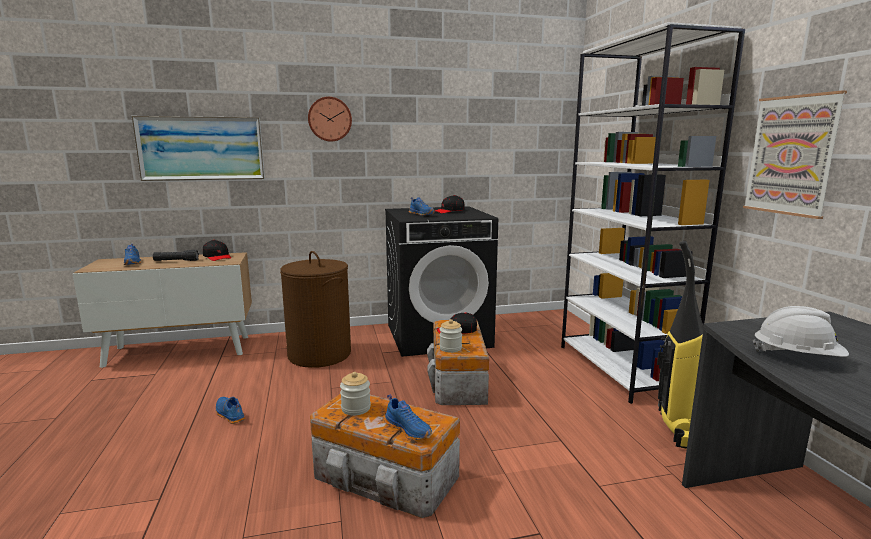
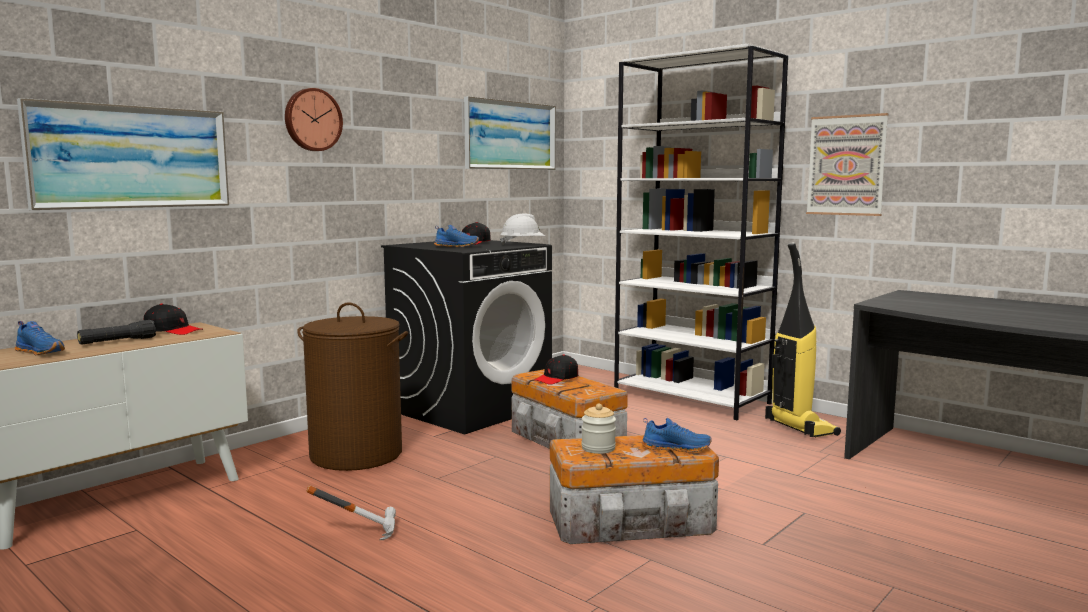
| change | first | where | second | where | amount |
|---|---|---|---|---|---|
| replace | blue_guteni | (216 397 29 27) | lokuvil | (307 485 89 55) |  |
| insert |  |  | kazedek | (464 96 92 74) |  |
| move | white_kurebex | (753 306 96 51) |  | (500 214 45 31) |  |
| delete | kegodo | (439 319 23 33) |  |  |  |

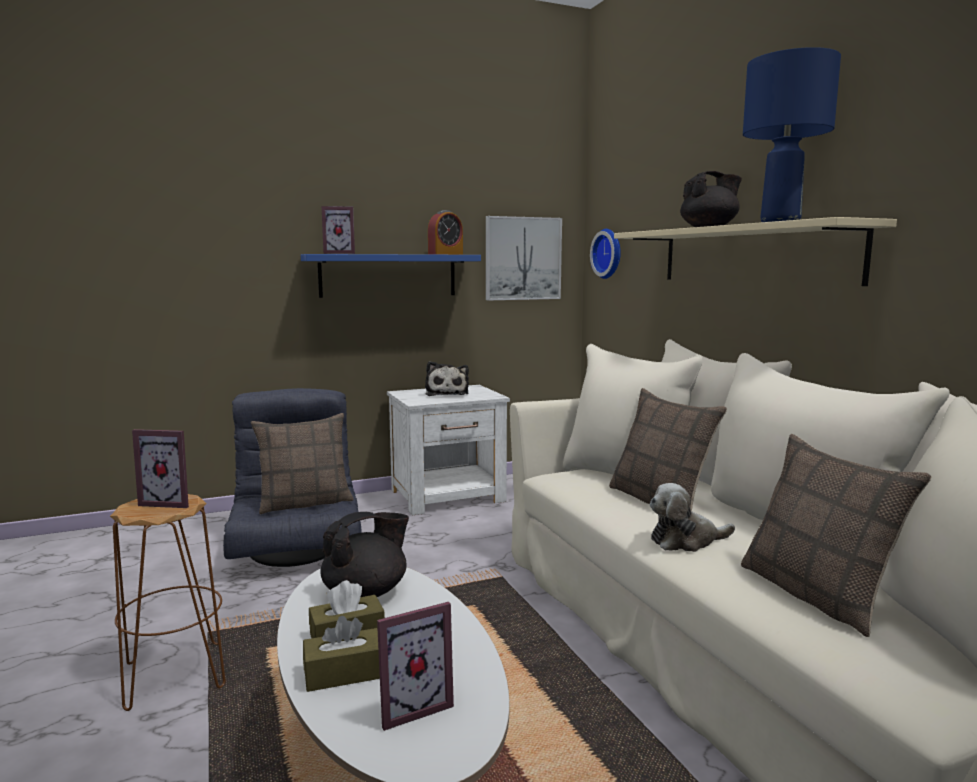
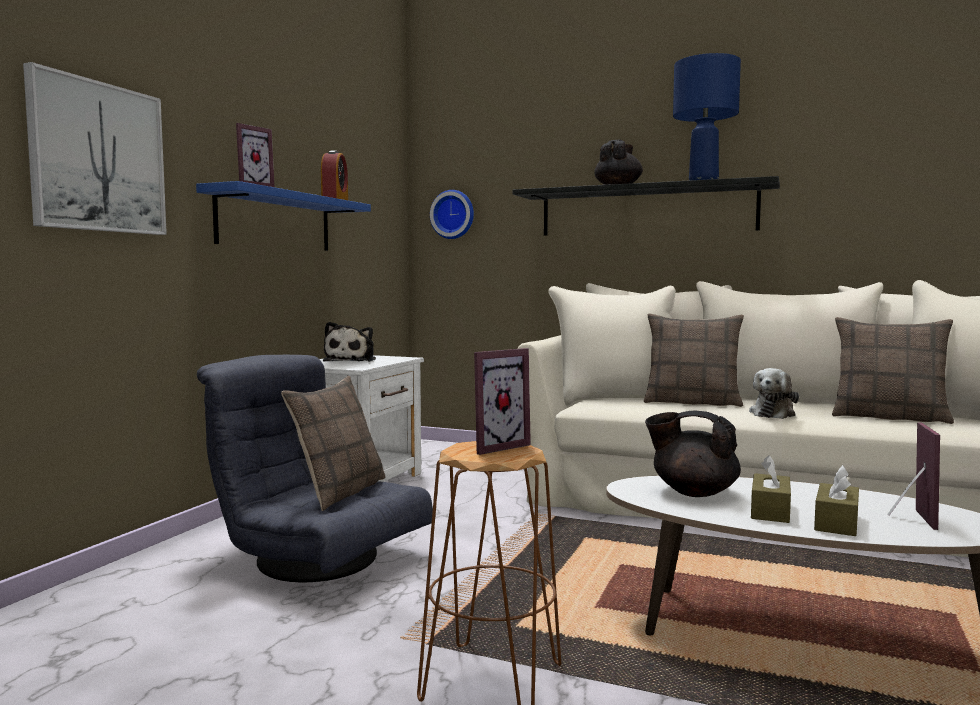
| change | first | where | second | where | amount |
|---|---|---|---|---|---|
| move | kazedek | (486 216 76 85) |  | (23 62 144 173) |  |
| rotate | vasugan | (425 361 44 35) |  | (323 322 53 40) | 60 degrees clockwise |
| recolor | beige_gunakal | (614 217 283 69) | black_gunakal | (513 176 267 60) |  |
| rotate | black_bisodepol | (320 512 89 85) |  | (645 411 96 86) | 75 degrees counterclockwise |

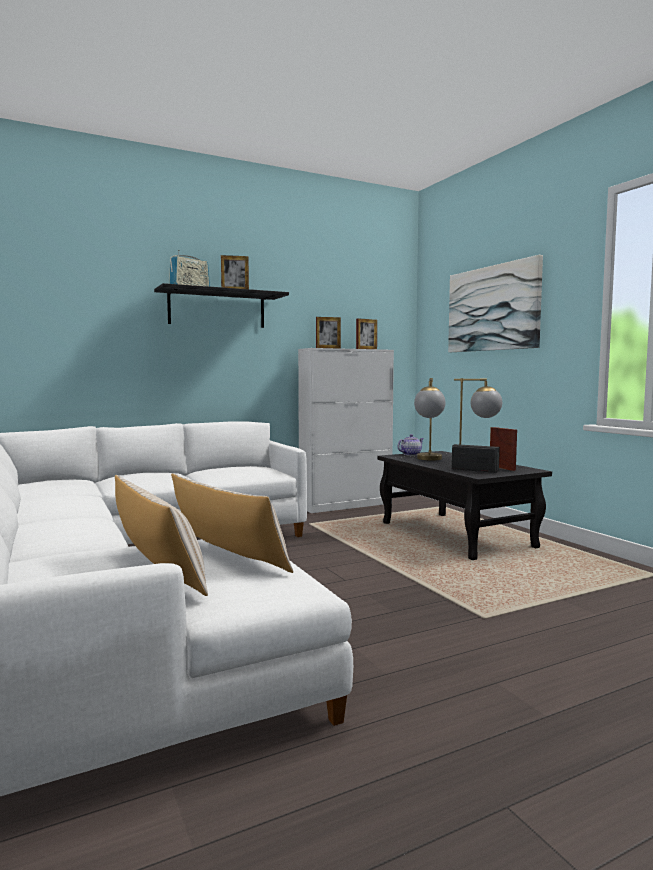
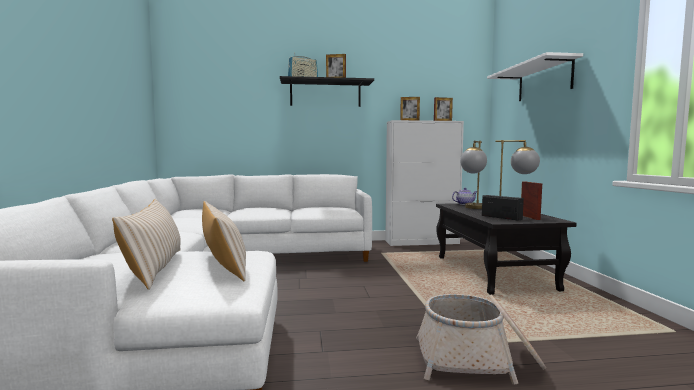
| change | first | where | second | where | amount |
|---|---|---|---|---|---|
| insert |  |  | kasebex | (416 294 130 91) |  |
| replace | kazedek | (448 255 95 97) | white_gunakal | (487 52 96 49) |  |

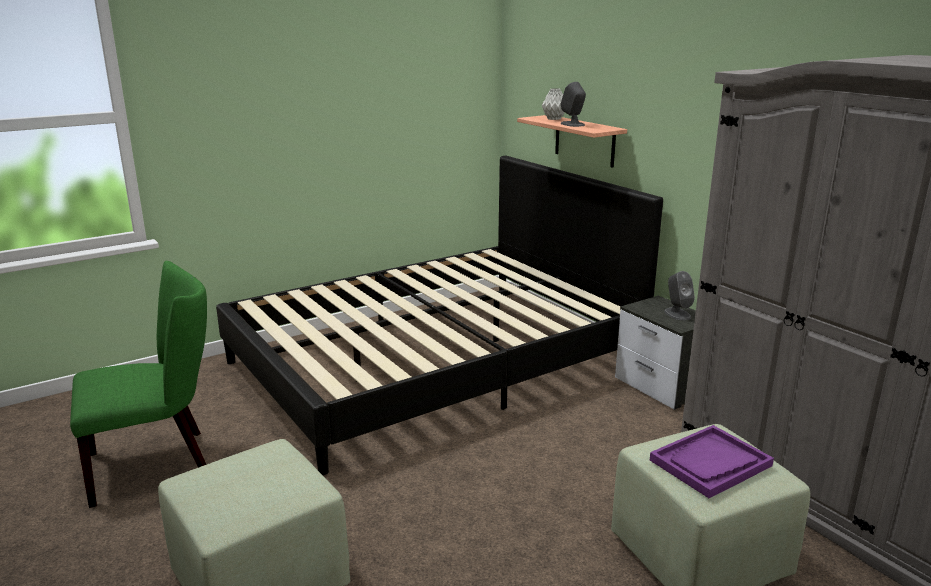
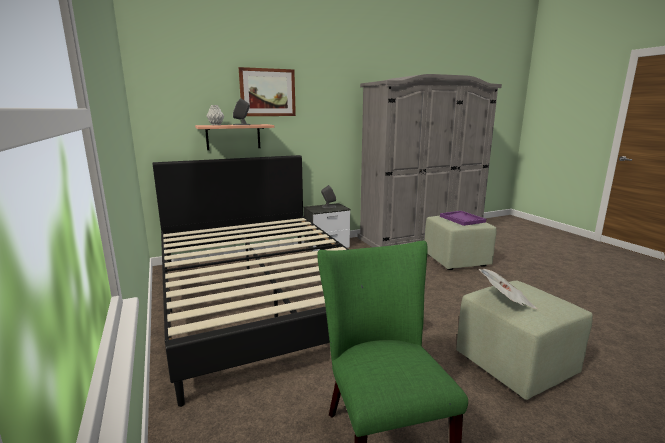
| change | first | where | second | where | amount |
|---|---|---|---|---|---|
| insert |  |  | kazedek | (239 67 57 49) |  |
| insert |  |  | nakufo | (479 269 59 40) |  |

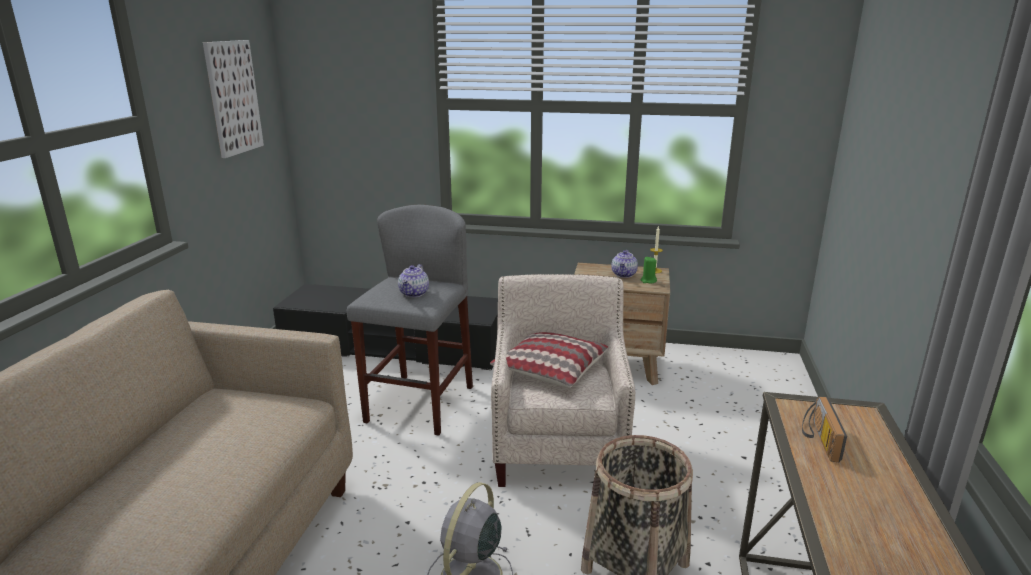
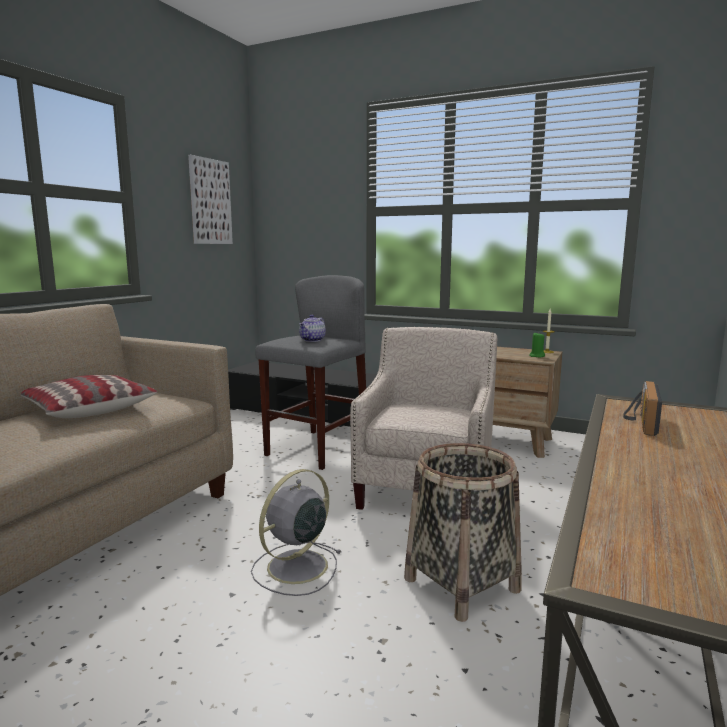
| change | first | where | second | where | amount |
|---|---|---|---|---|---|
| move | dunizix | (490 332 119 56) |  | (21 375 136 43) |  |
| delete | bisodepol | (611 250 27 28) |  |  |  |

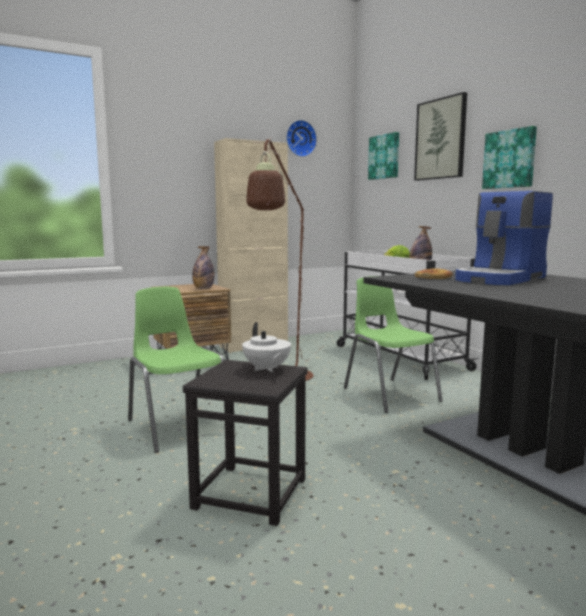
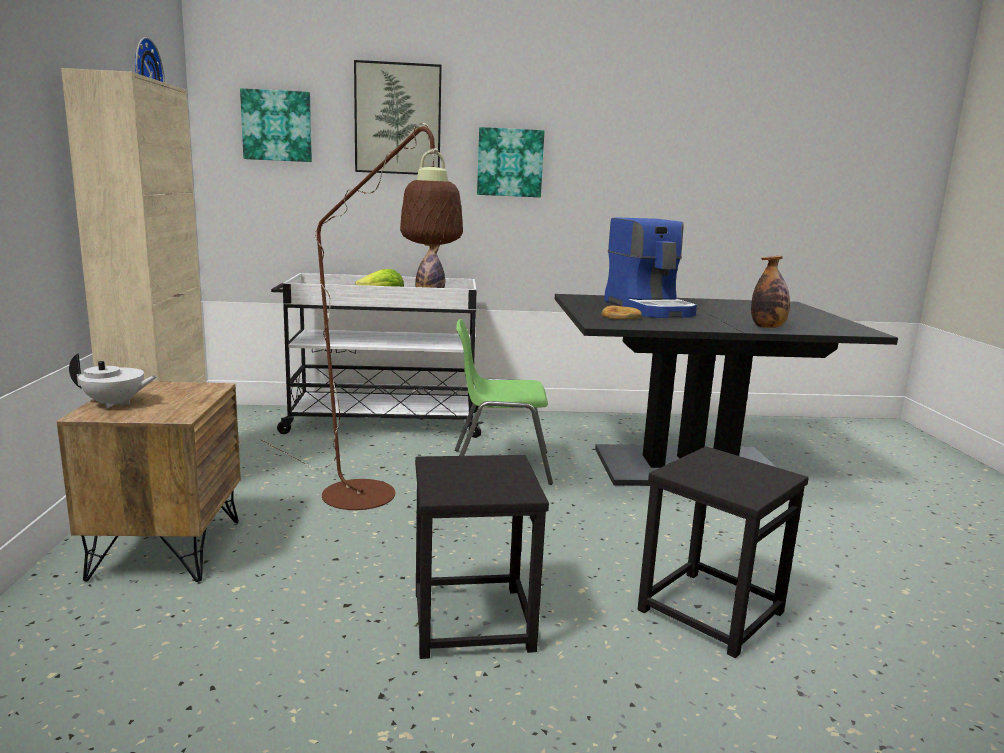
| change | first | where | second | where | amount |
|---|---|---|---|---|---|
| move | white_bisodepol | (242 322 49 50) |  | (69 353 89 56) |  |
| replace | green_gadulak | (128 287 96 166) | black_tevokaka | (415 455 134 204) |  |
| move | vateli | (192 246 22 43) |  | (751 256 39 72) |  |

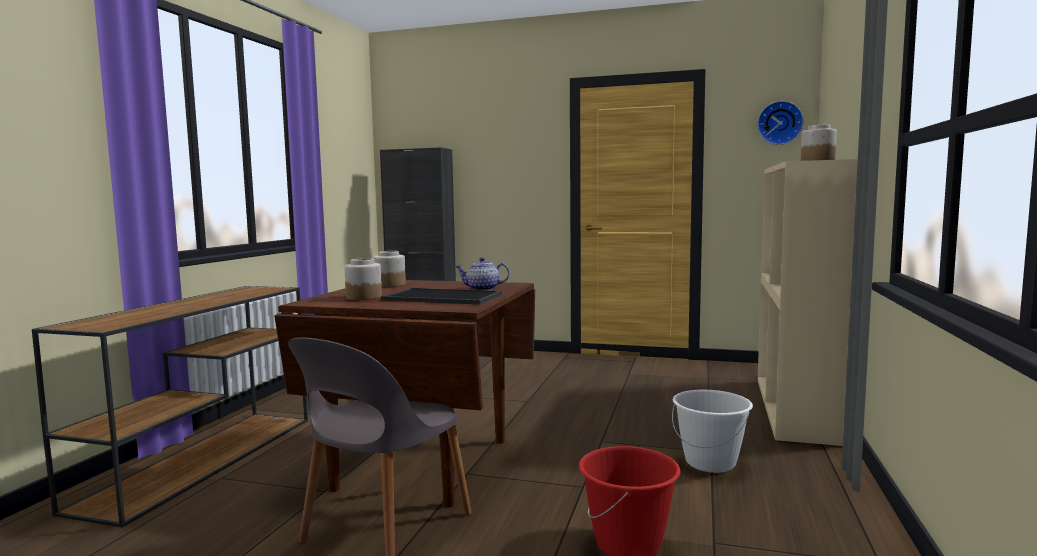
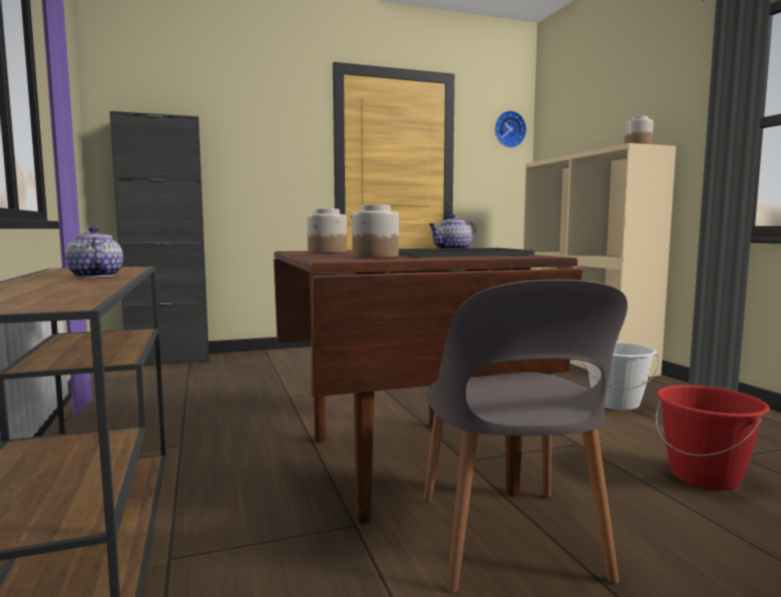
| change | first | where | second | where | amount |
|---|---|---|---|---|---|
| insert |  |  | bisodepol | (65 226 58 52) |  |

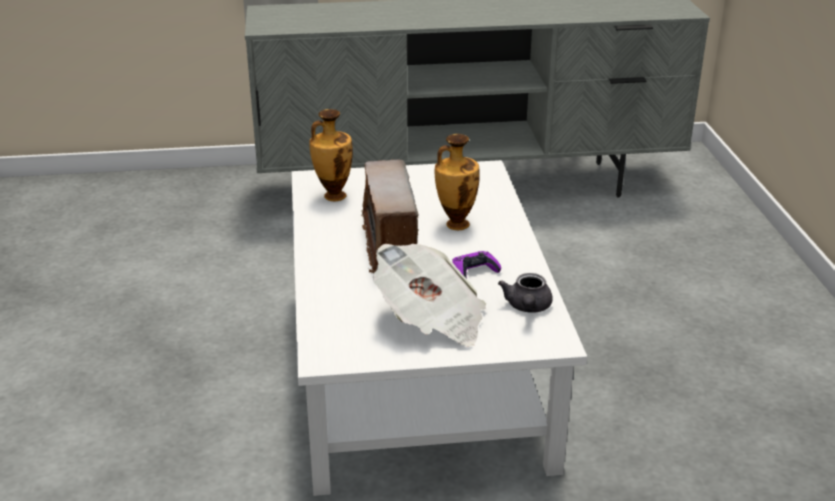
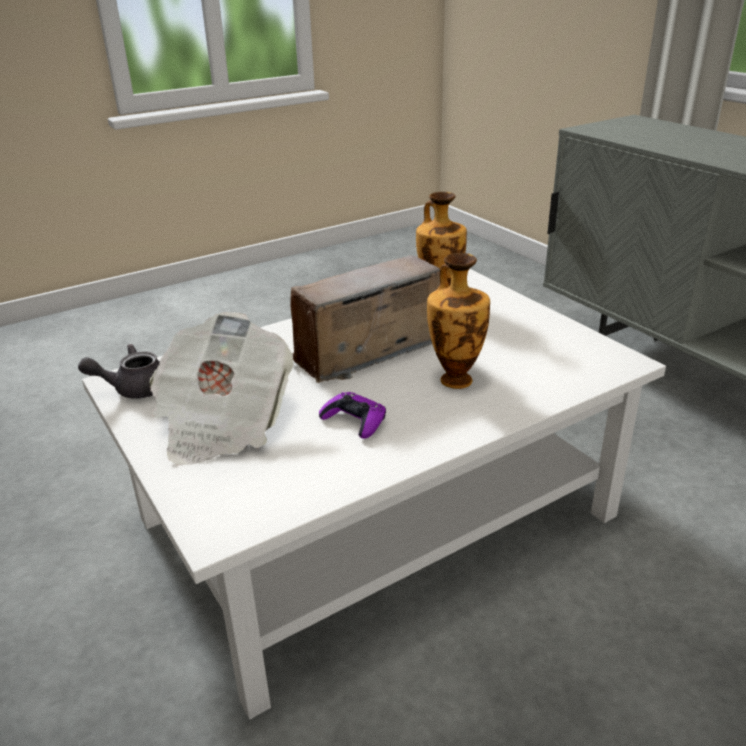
| change | first | where | second | where | amount |
|---|---|---|---|---|---|
| move | grey_bisodepol | (498 273 55 40) |  | (78 344 82 55) |  |

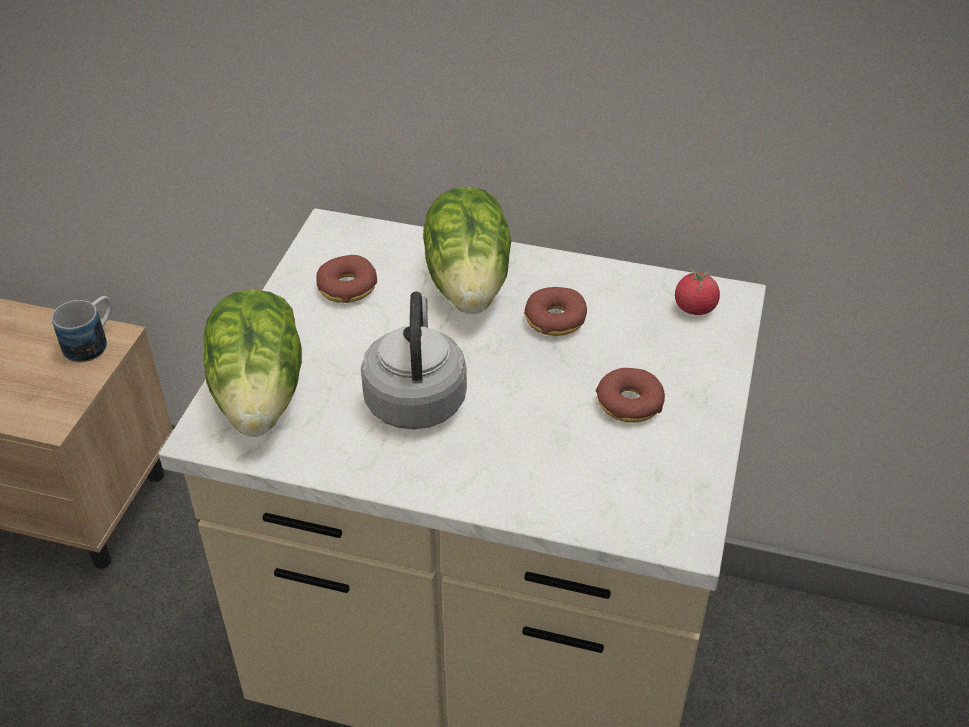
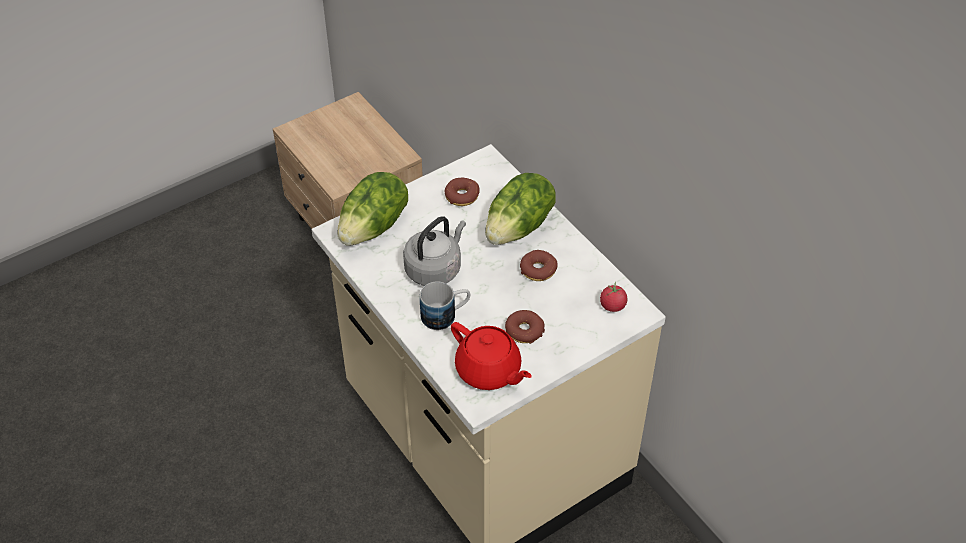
| change | first | where | second | where | amount |
|---|---|---|---|---|---|
| move | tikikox | (52 296 60 66) |  | (420 282 50 48) |  |
| insert |  |  | red_bisodepol | (451 322 81 68) |  |

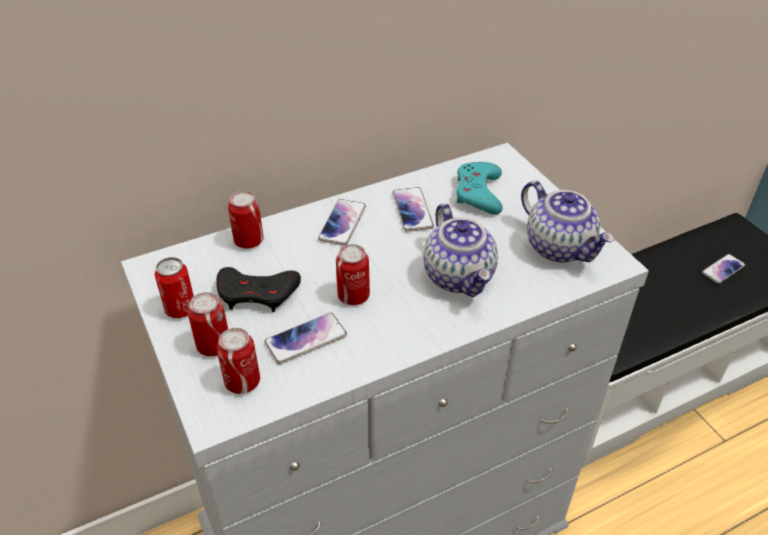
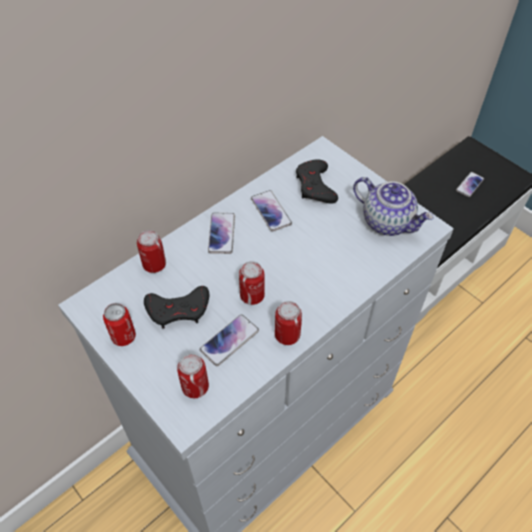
| change | first | where | second | where | amount |
|---|---|---|---|---|---|
| move | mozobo | (188 292 40 64) |  | (275 301 27 44) |  |
| recolor | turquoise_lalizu | (456 162 47 53) | black_lalizu | (296 159 42 45) |  |
| delete | bisodepol | (423 203 75 94) |  |  |  |

